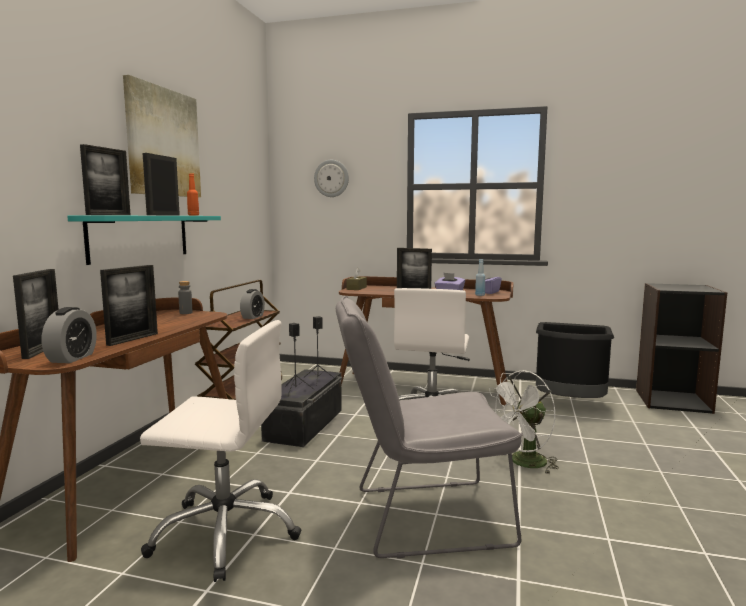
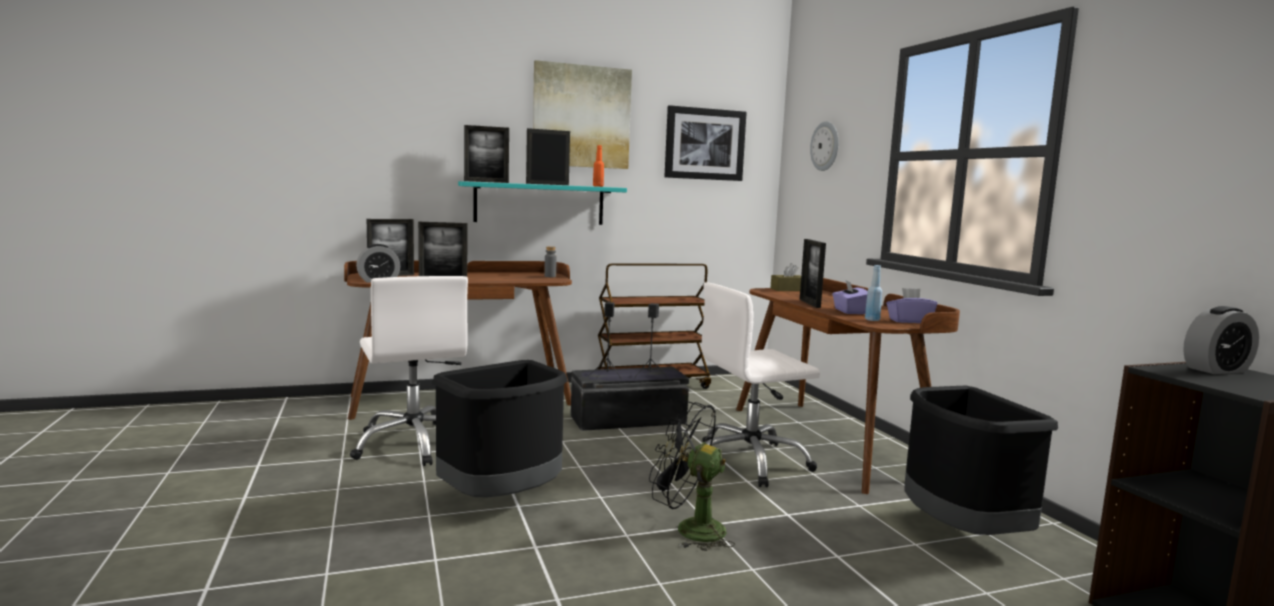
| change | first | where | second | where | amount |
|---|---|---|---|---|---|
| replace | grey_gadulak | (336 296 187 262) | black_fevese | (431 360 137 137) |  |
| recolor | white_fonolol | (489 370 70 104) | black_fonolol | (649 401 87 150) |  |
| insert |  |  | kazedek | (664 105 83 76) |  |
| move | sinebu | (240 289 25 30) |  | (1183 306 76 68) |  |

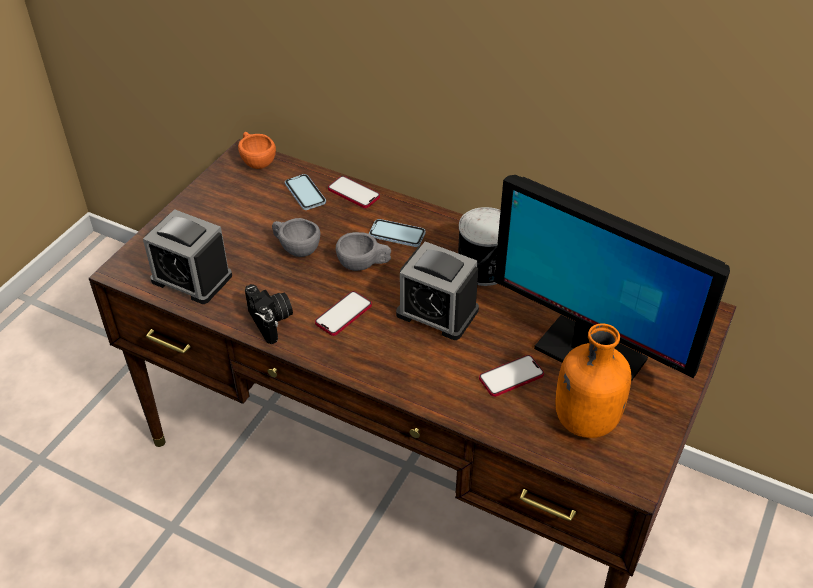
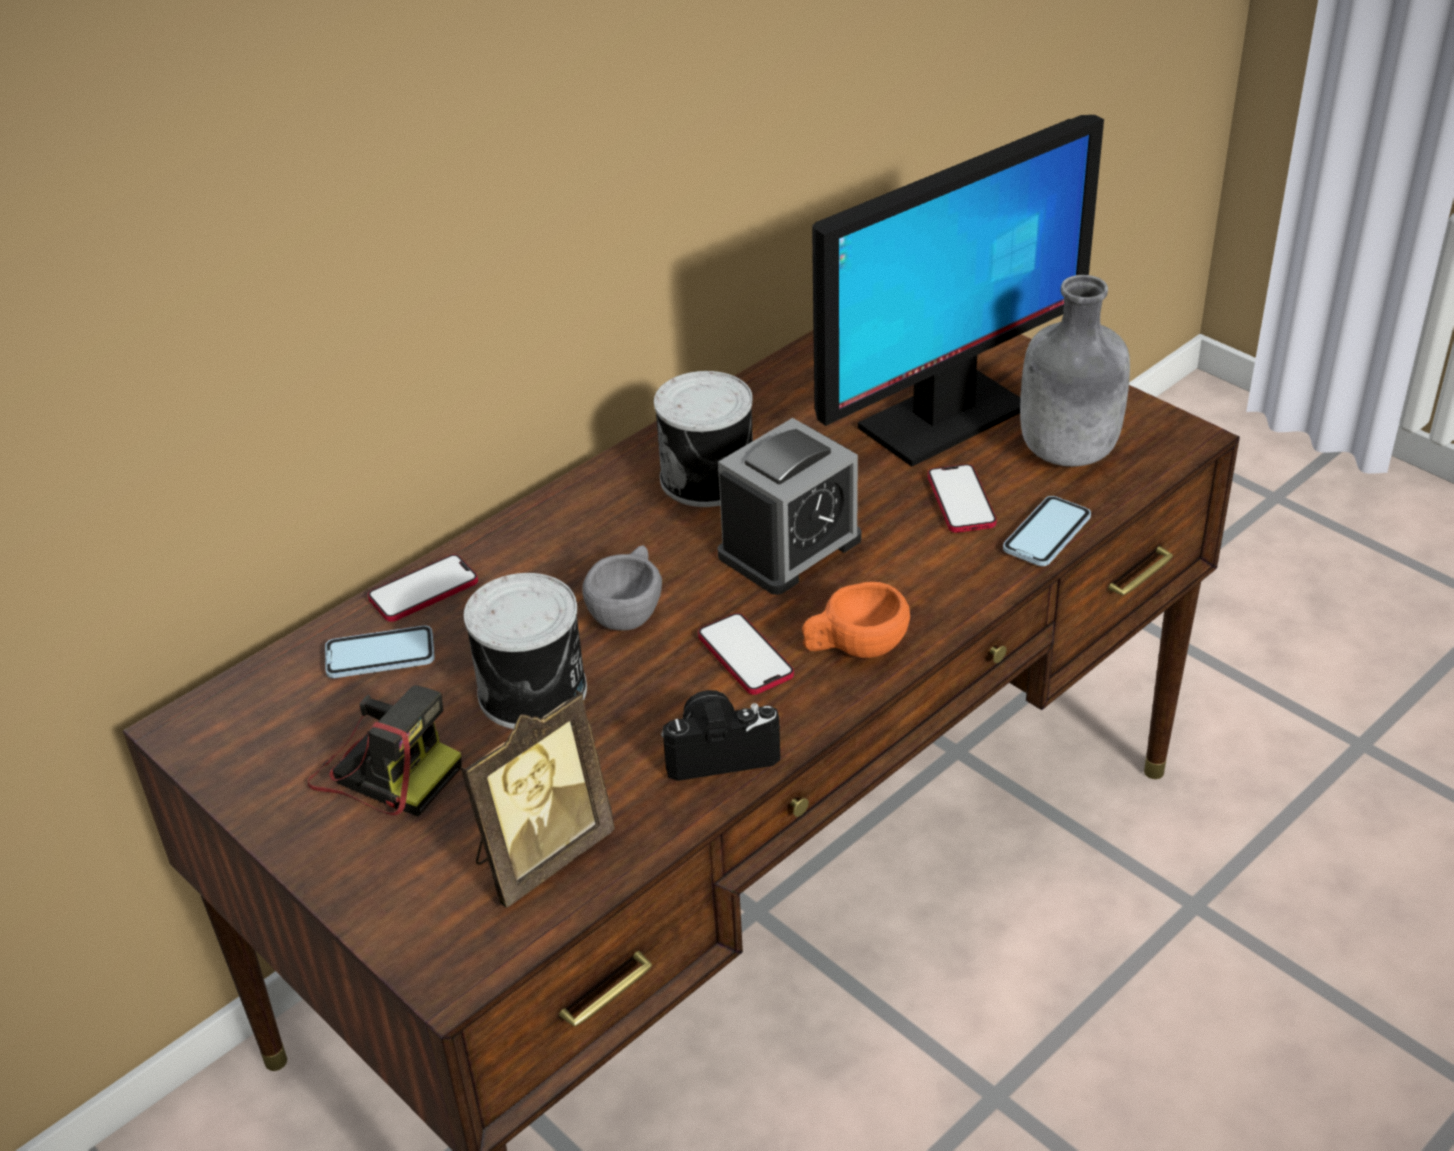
| change | first | where | second | where | amount |
|---|---|---|---|---|---|
| insert |  |  | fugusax | (308 685 154 131) |  |
| replace | sinebu | (143 209 89 95) | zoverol | (460 690 155 218) |  |
| replace | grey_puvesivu | (272 218 48 39) | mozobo | (464 573 123 156) |  |
| move | orange_puvesivu | (238 132 38 37) |  | (802 582 108 76) |  |
| move | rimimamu | (369 219 56 28) |  | (1003 496 88 70) |  |
| recolor | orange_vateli | (556 323 75 115) | grey_vateli | (1020 275 110 192) |  |

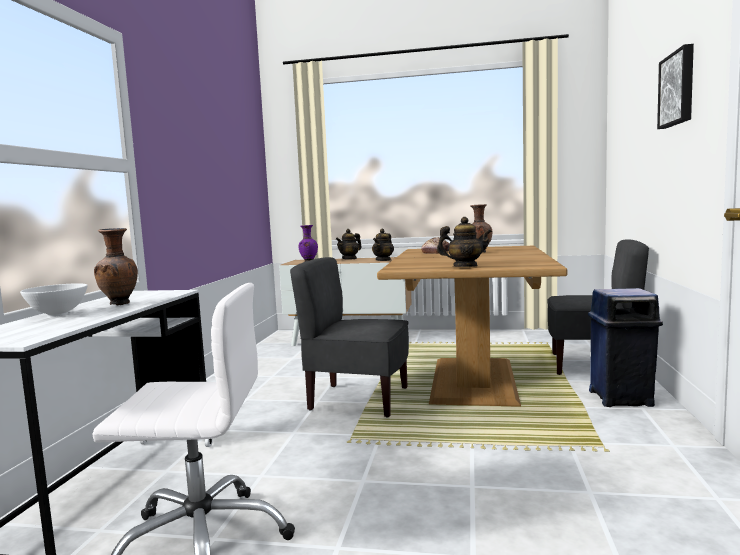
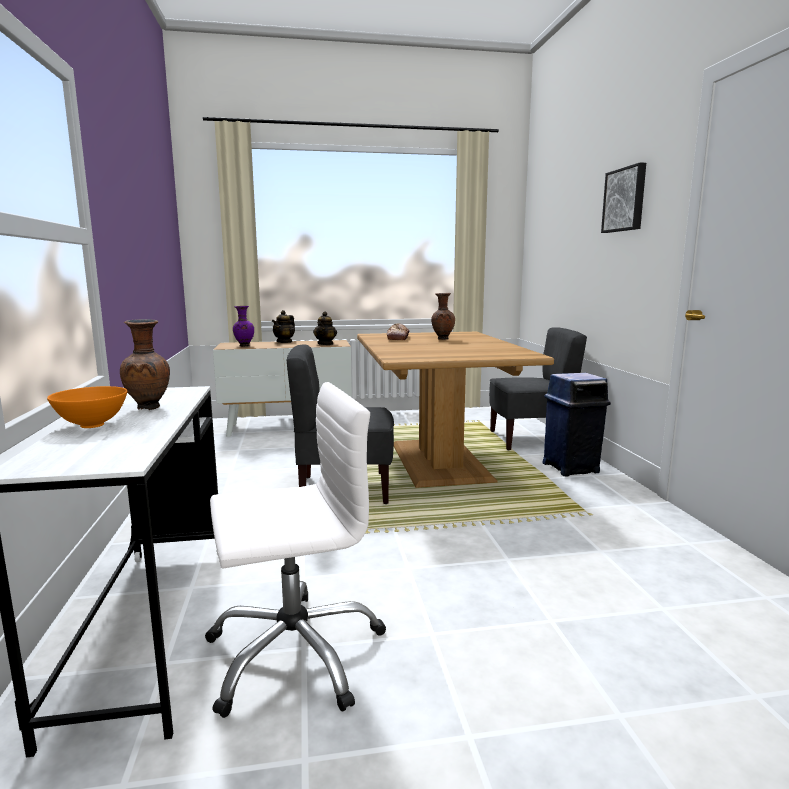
| change | first | where | second | where | amount |
|---|---|---|---|---|---|
| recolor | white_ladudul | (20 283 68 34) | orange_ladudul | (47 386 80 42) |  |
| delete | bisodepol | (437 217 55 50) |  |  |  |

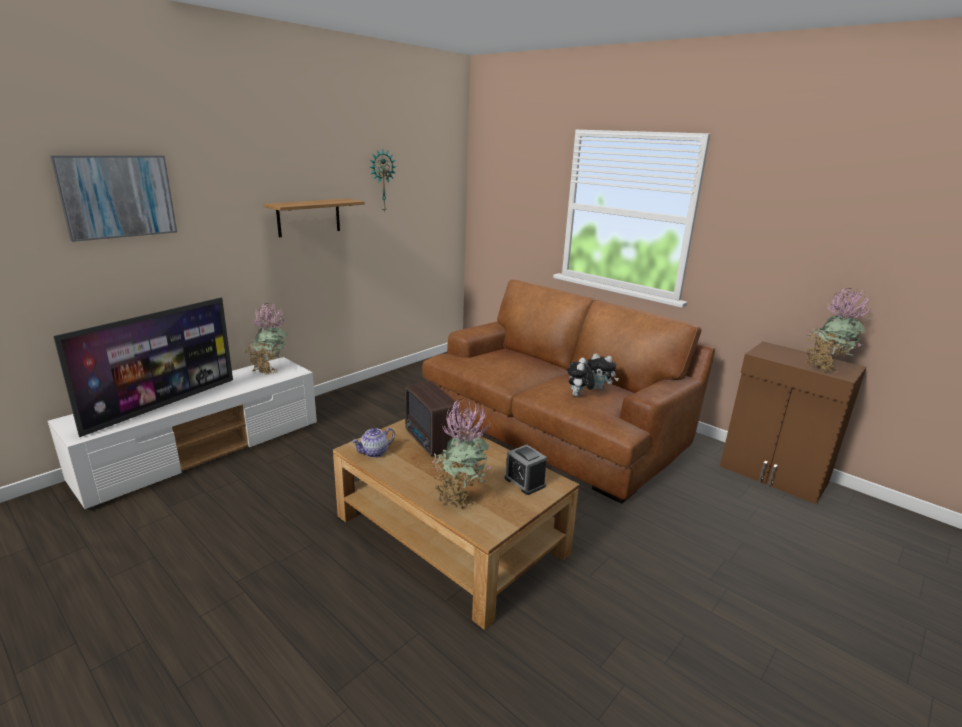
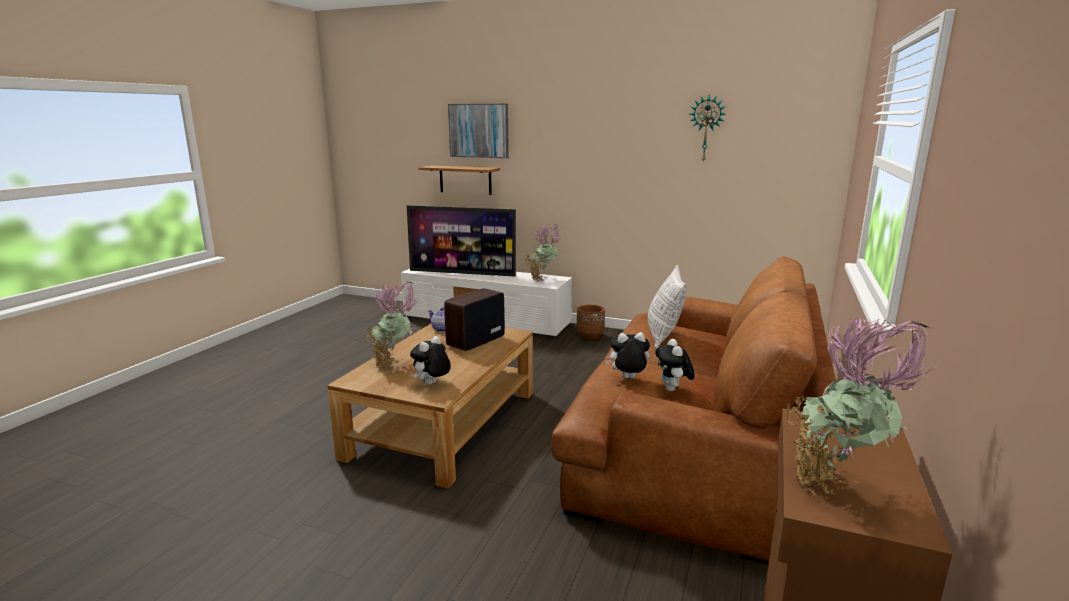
| change | first | where | second | where | amount |
|---|---|---|---|---|---|
| replace | sinebu | (505 444 42 51) | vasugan | (410 336 41 49) |  |
| move | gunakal | (264 199 101 38) |  | (419 166 81 29) |  |
| insert |  |  | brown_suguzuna | (576 304 29 36) |  |
| insert |  |  | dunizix | (648 265 39 84) |  |

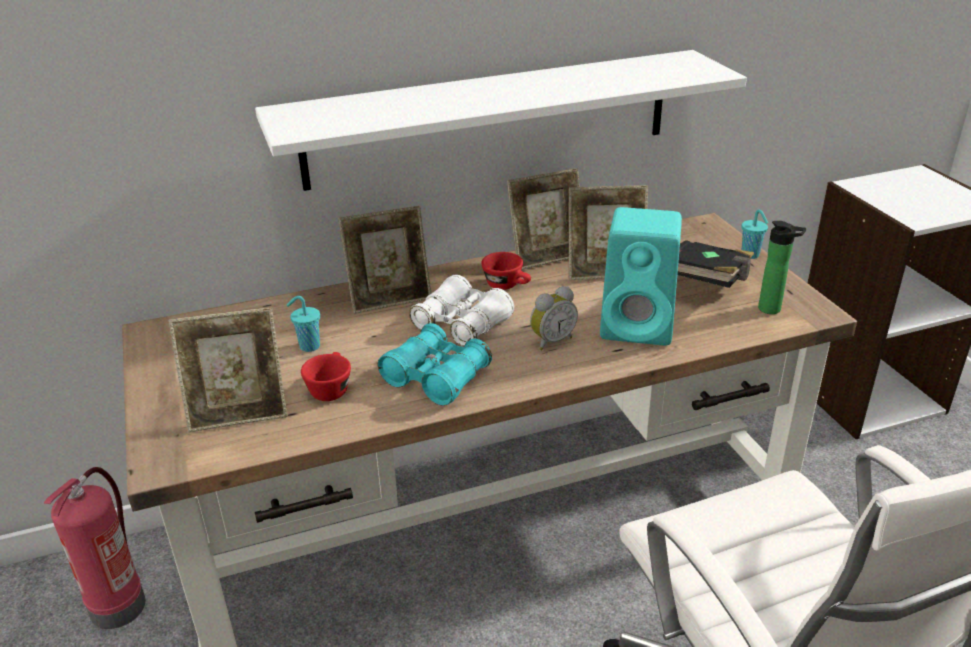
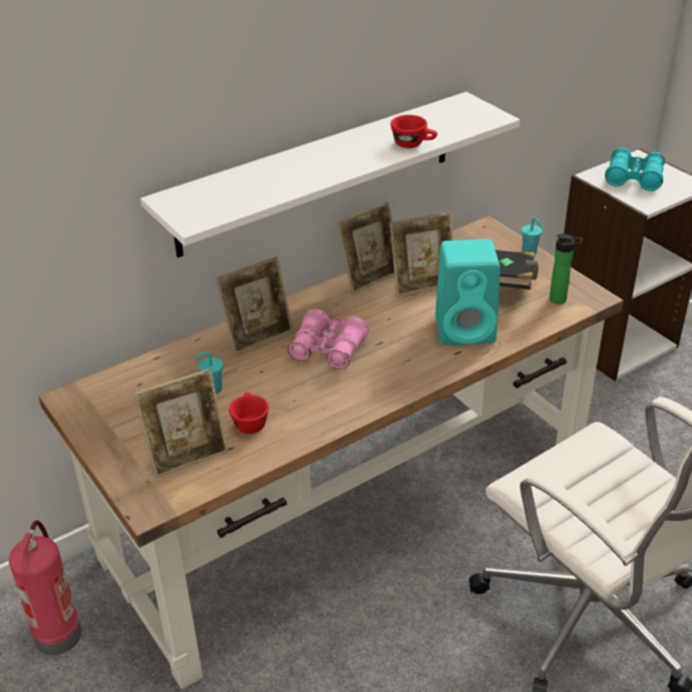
| change | first | where | second | where | amount |
|---|---|---|---|---|---|
| recolor | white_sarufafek | (409 275 105 71) | pink_sarufafek | (288 309 81 60) |  |
| move | red_puvesivu | (482 252 49 38) |  | (391 115 46 33) |  |
| move | turquoise_sarufafek | (378 323 114 83) |  | (605 148 60 43) |  |
| delete | sinebu | (530 286 48 64) |  |  |  |

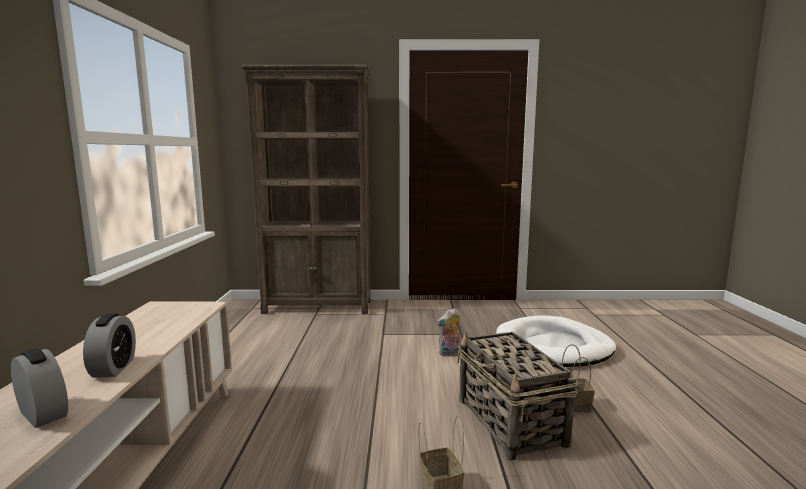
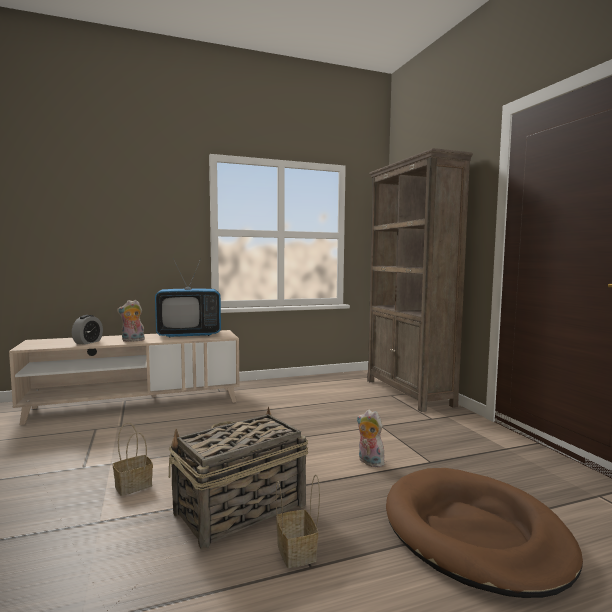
| change | first | where | second | where | amount |
|---|---|---|---|---|---|
| replace | sinebu | (83 313 53 65) | vasugan | (117 300 28 42) |  |
| insert |  |  | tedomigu | (155 259 66 78) |  |
| recolor | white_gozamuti | (496 315 120 52) | brown_gozamuti | (386 468 197 130) |  |

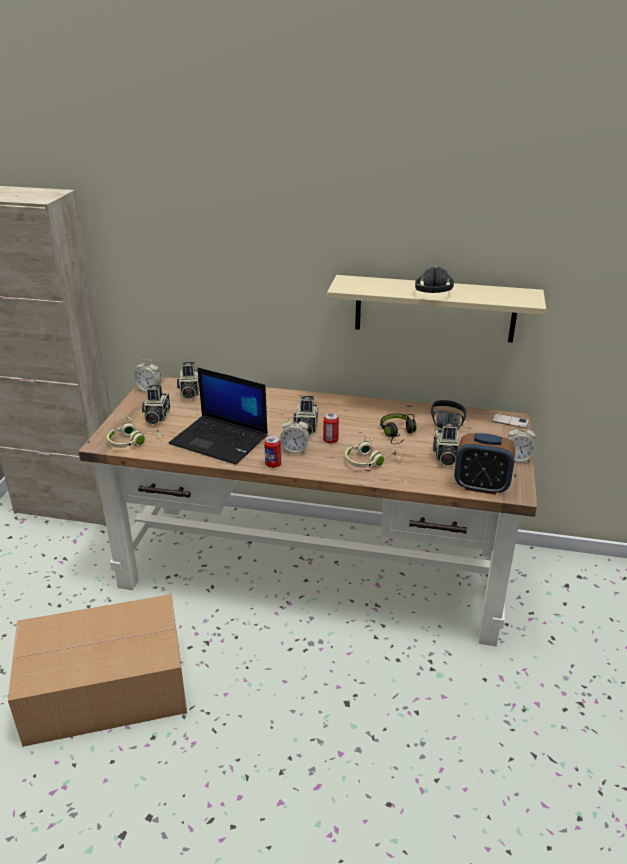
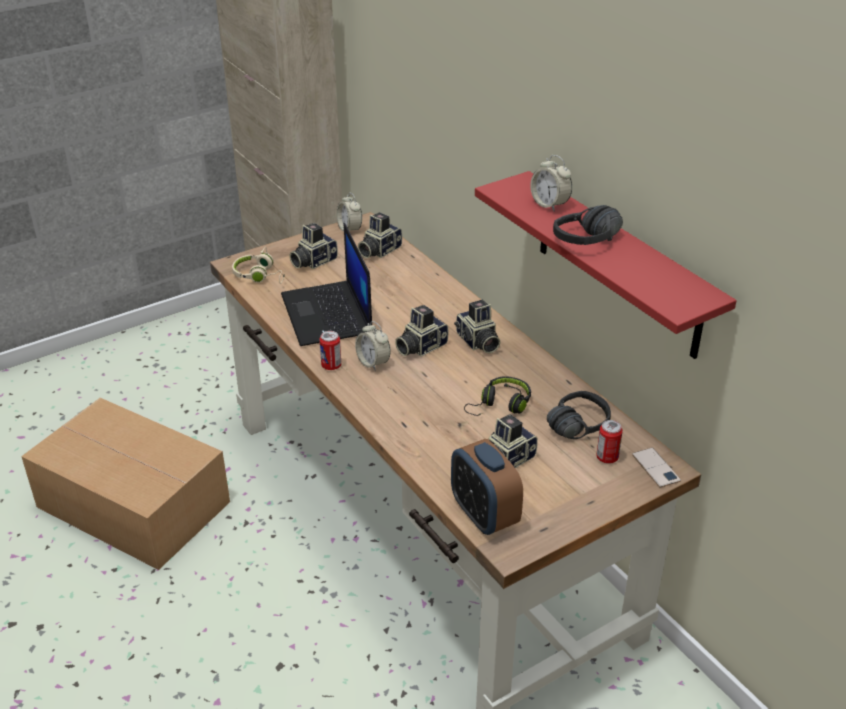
| change | first | where | second | where | amount |
|---|---|---|---|---|---|
| insert |  |  | fugusax | (454 300 46 54) |  |
| recolor | beige_gunakal | (327 275 219 68) | red_gunakal | (475 171 262 188) |  |
| move | sinebu | (507 425 29 37) |  | (530 155 42 57) |  |
| move | mozobo | (323 413 16 31) |  | (596 420 27 44) |  |
| delete | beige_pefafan | (345 435 58 33) |  |  |  |

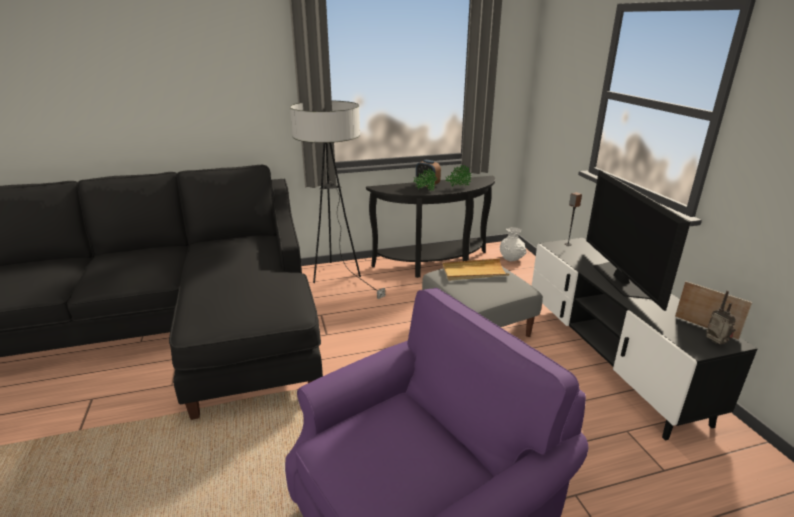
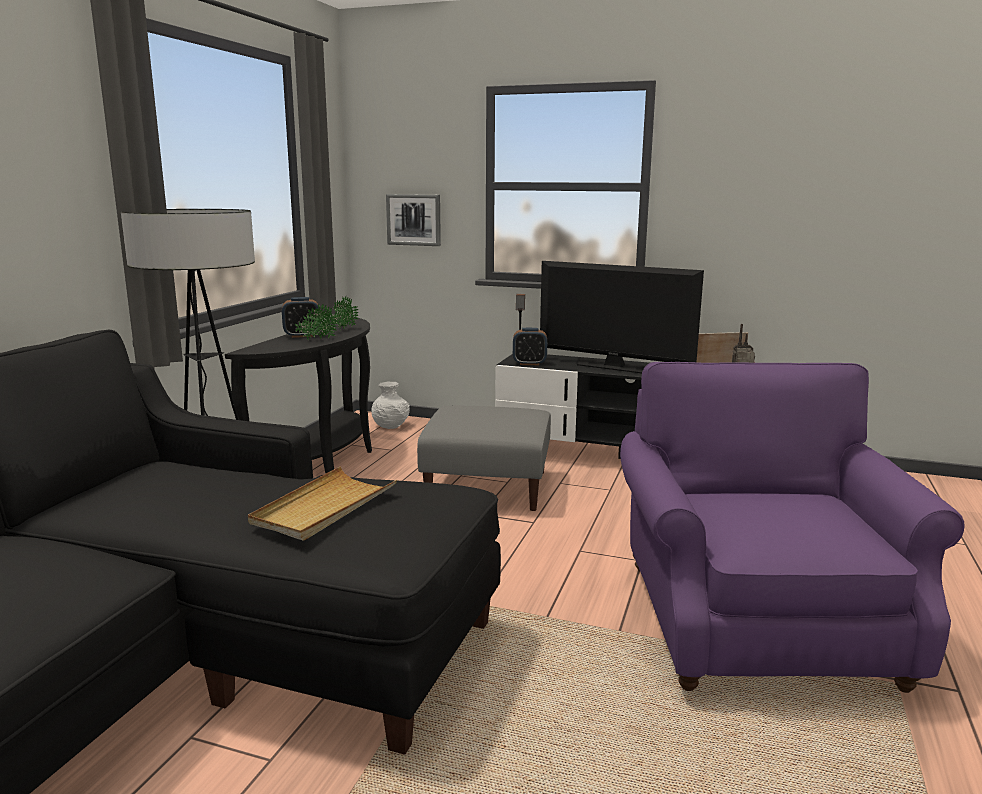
| change | first | where | second | where | amount |
|---|---|---|---|---|---|
| move | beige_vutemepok | (442 259 67 22) |  | (248 466 149 75) |  |
| insert |  |  | kazedek | (386 194 55 52) |  |
| insert |  |  | sinebu | (513 328 34 37) |  |

